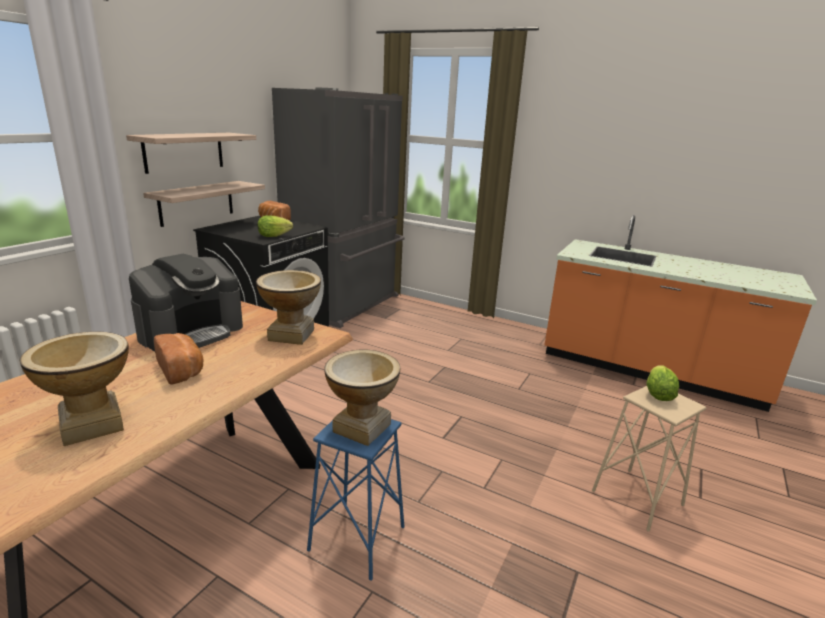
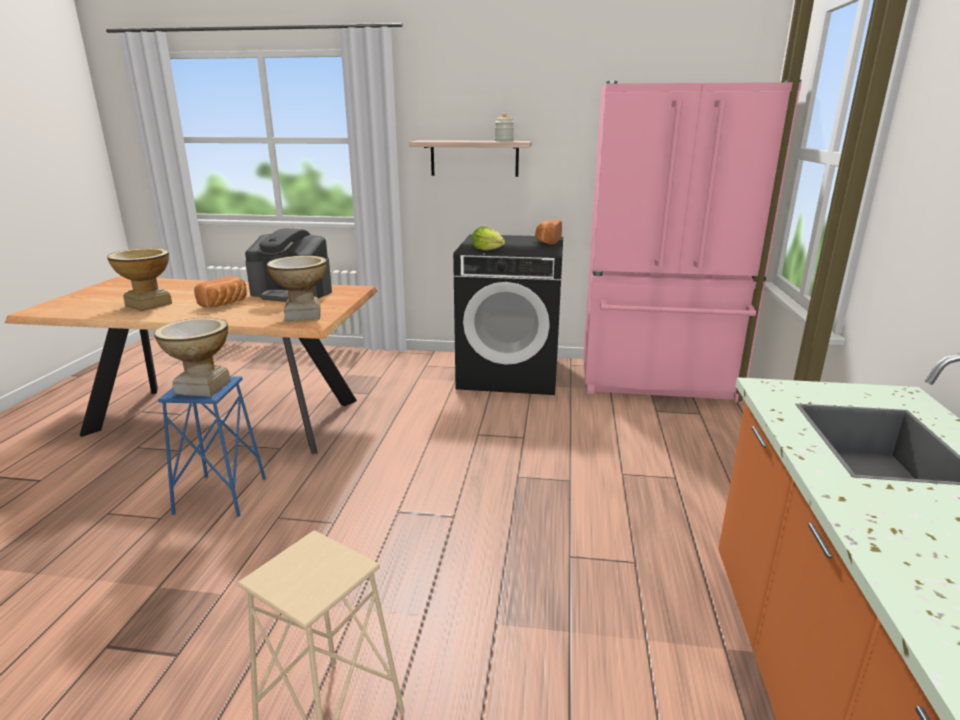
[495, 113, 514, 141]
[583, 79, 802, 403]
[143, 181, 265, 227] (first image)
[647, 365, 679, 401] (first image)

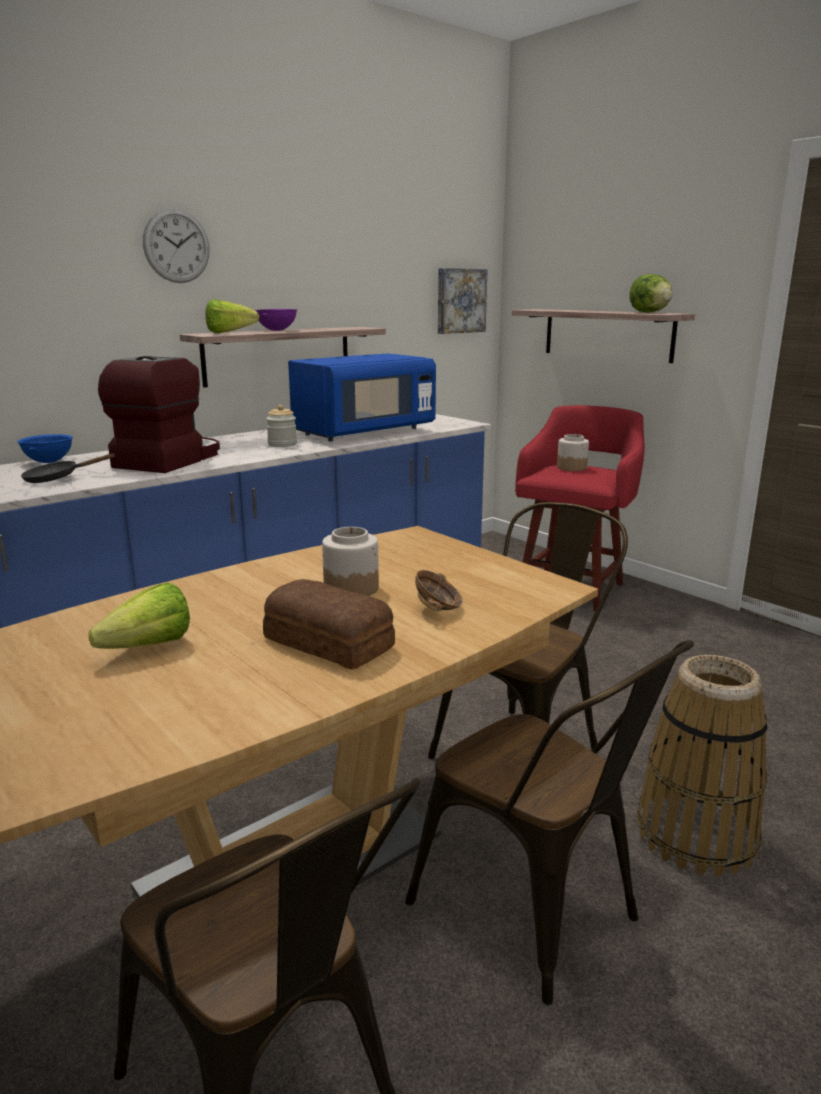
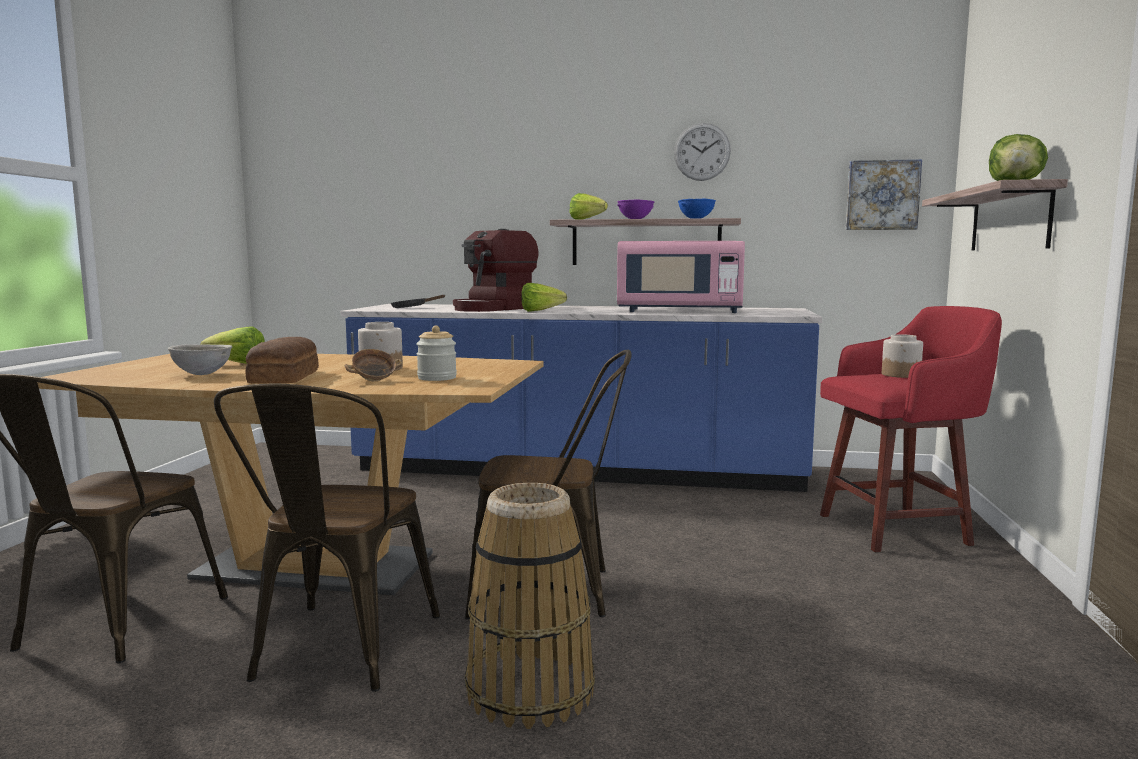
[168, 344, 232, 375]
[416, 326, 457, 381]
[453, 229, 539, 312]
[521, 283, 567, 312]
[617, 241, 745, 313]
[674, 123, 731, 181]
[678, 199, 716, 219]

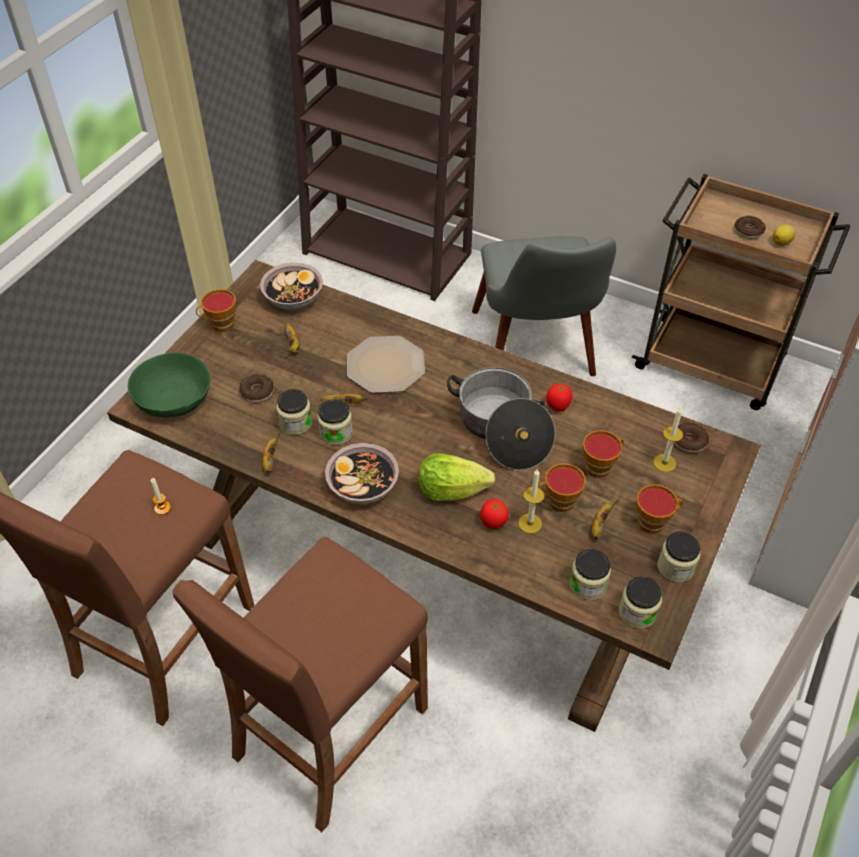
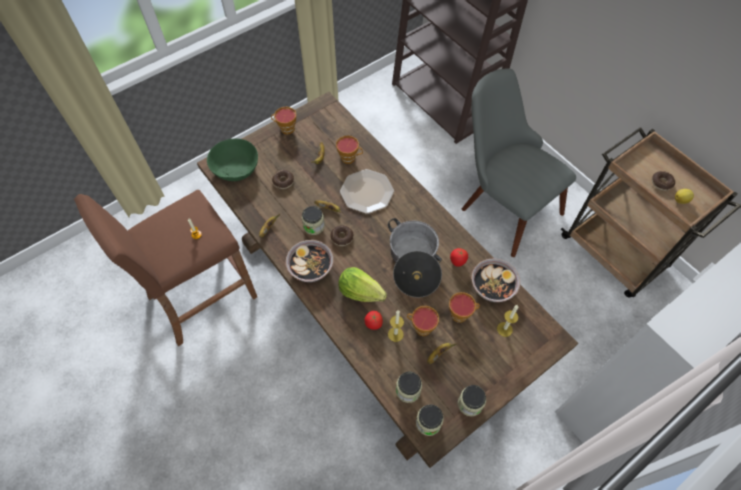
[330, 225, 354, 246]
[336, 136, 363, 164]
[462, 68, 576, 257]
[471, 258, 520, 302]
[173, 537, 428, 832] (first image)
[276, 389, 312, 435] (first image)

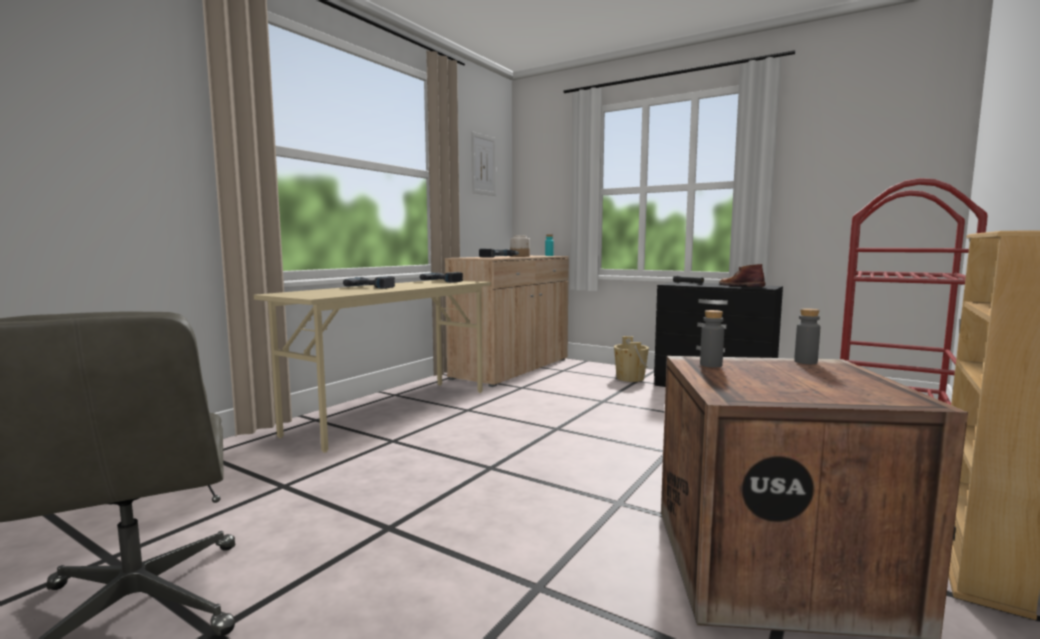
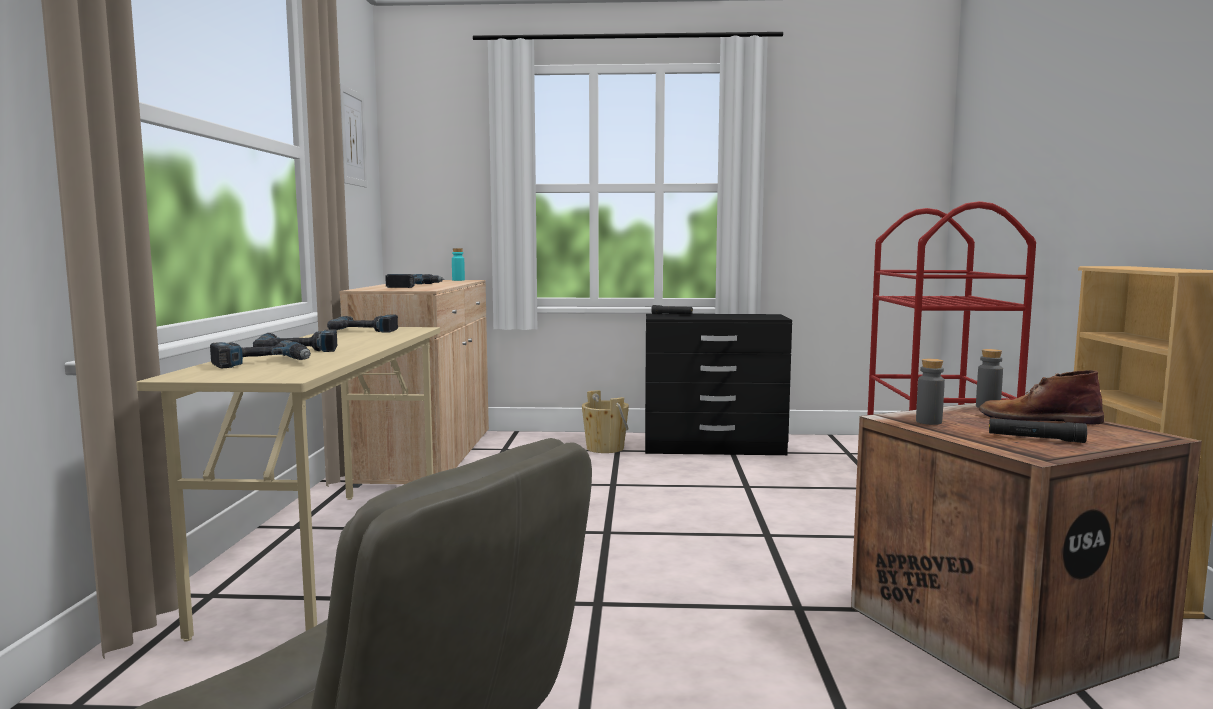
[210, 340, 311, 368]
[979, 370, 1104, 424]
[989, 418, 1087, 443]
[510, 235, 530, 257] (first image)

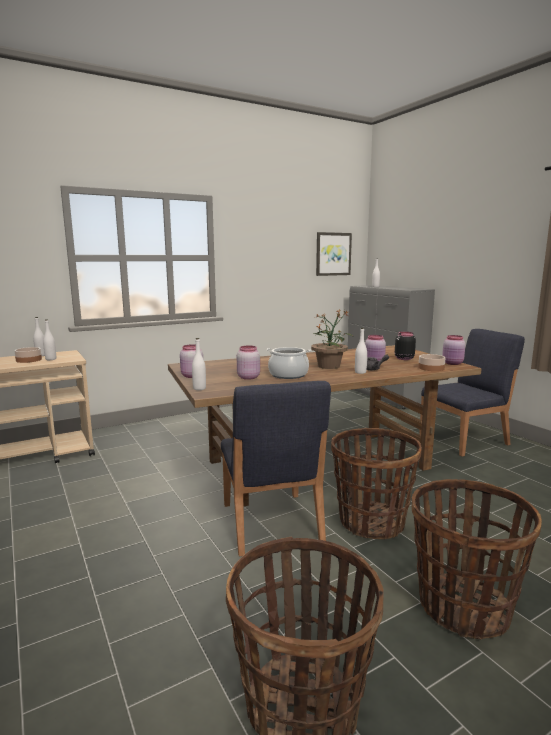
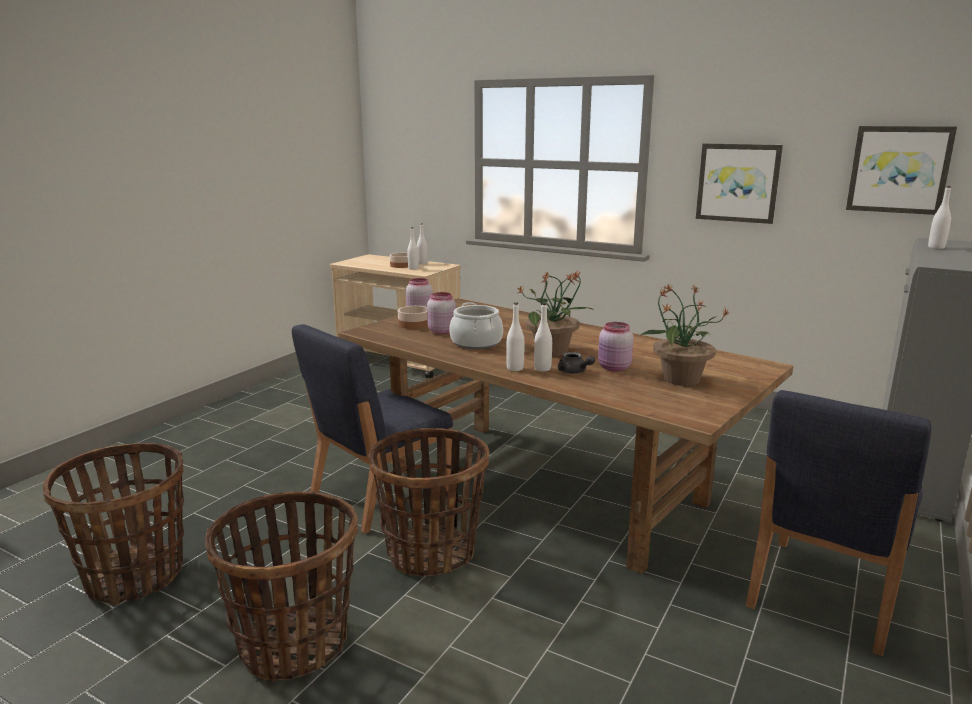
[398, 306, 428, 329]
[506, 303, 525, 371]
[639, 283, 730, 386]
[696, 144, 783, 224]
[746, 390, 931, 656]
[442, 335, 465, 365] (first image)

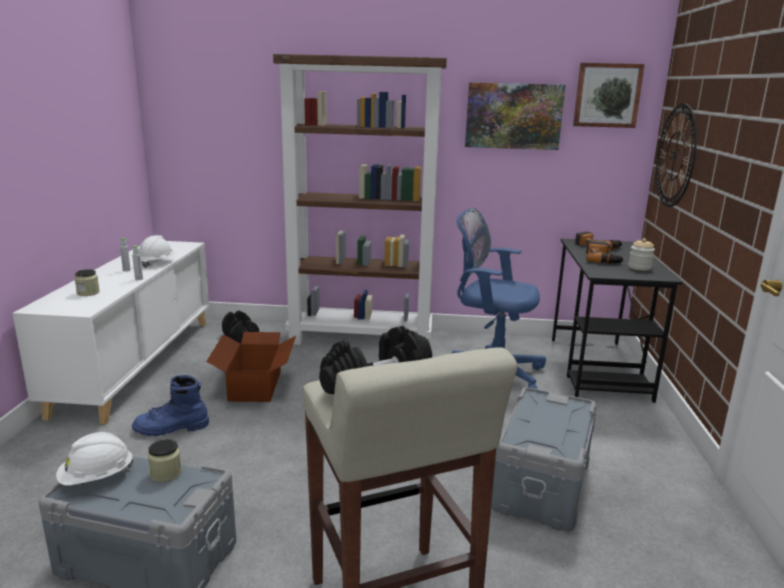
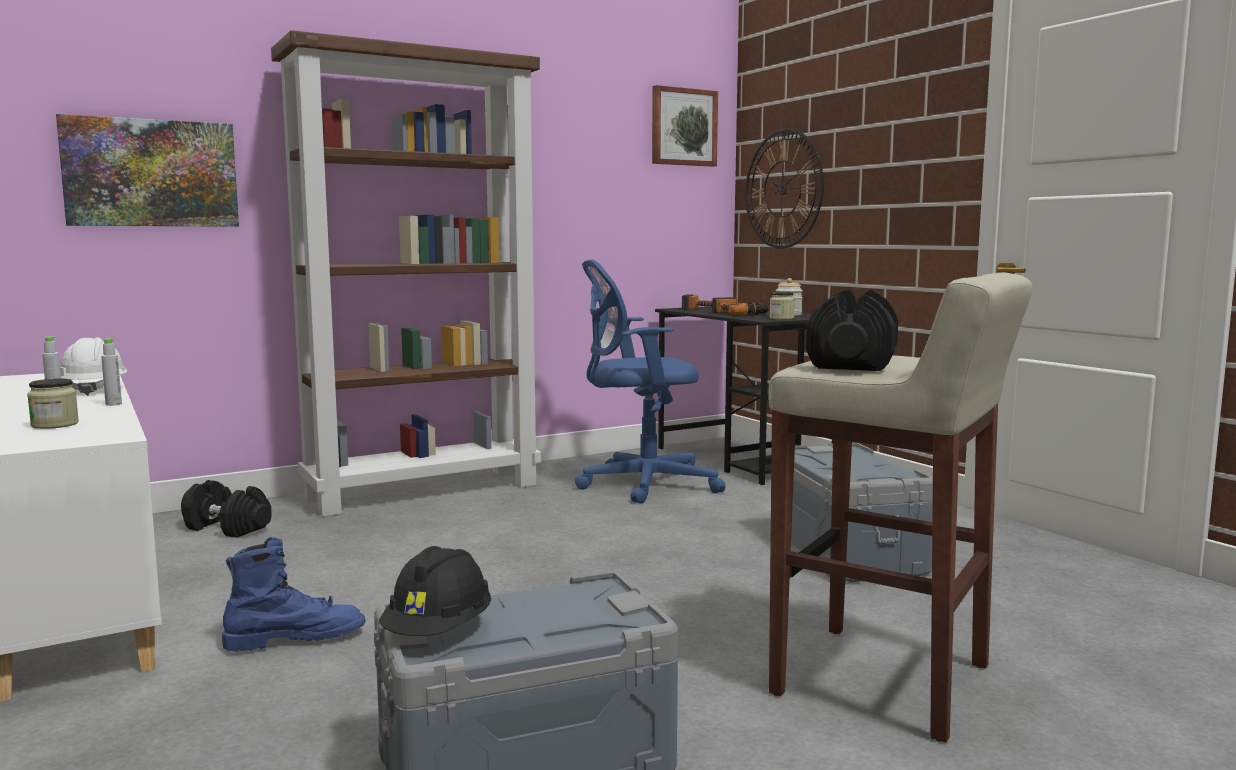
[56, 114, 239, 227]
[222, 537, 366, 652]
[379, 546, 491, 636]
[770, 292, 795, 320]
[206, 332, 296, 402] (first image)

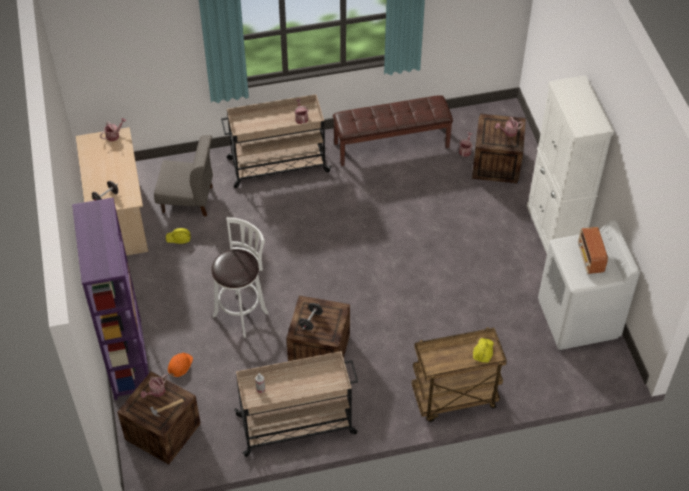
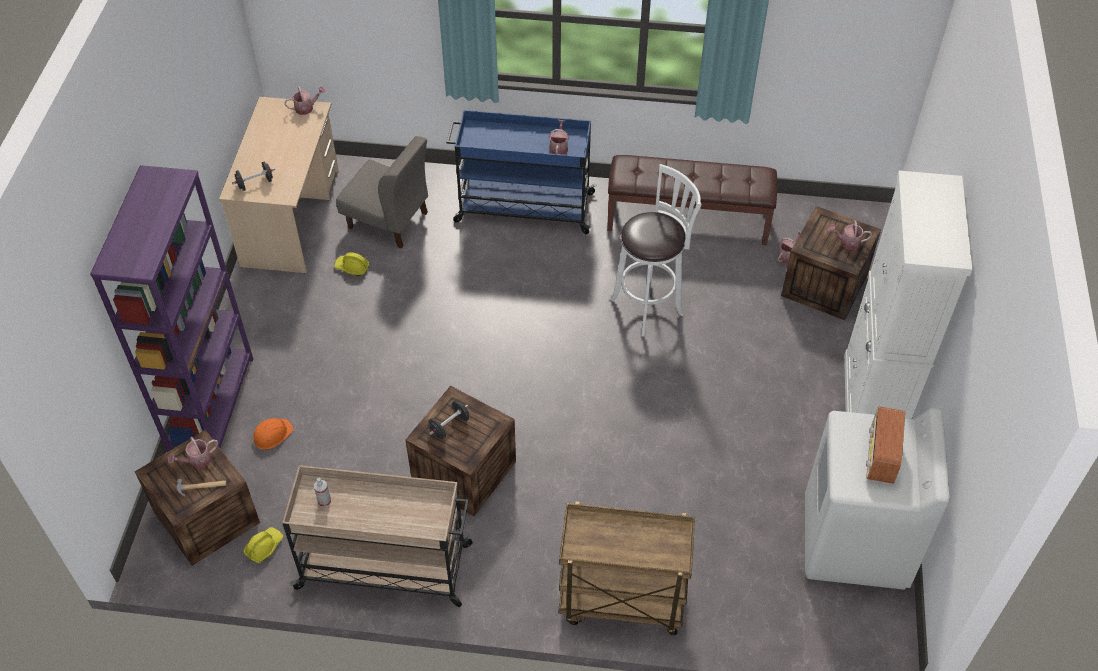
[244, 527, 283, 563]
[447, 110, 597, 234]
[610, 164, 702, 336]

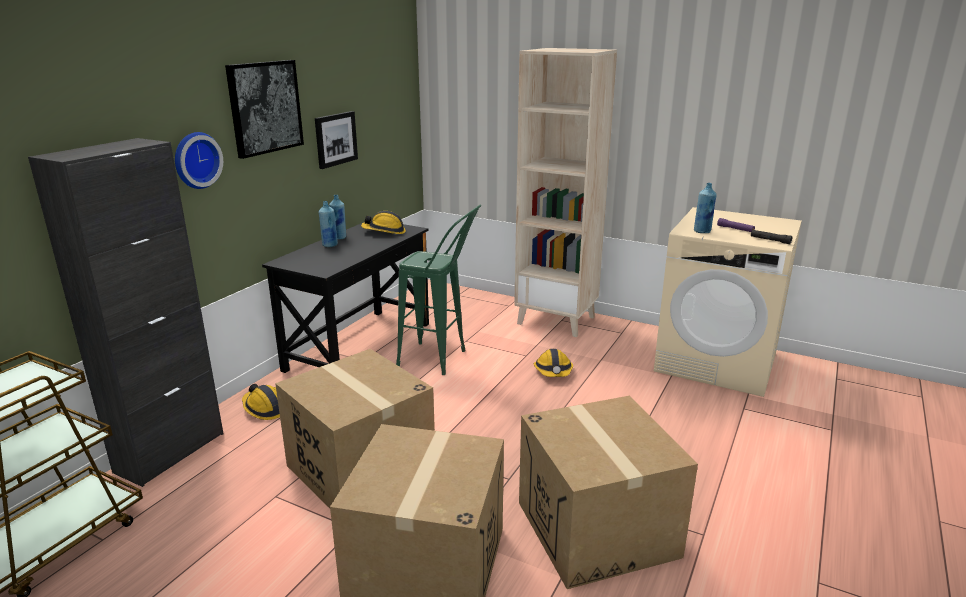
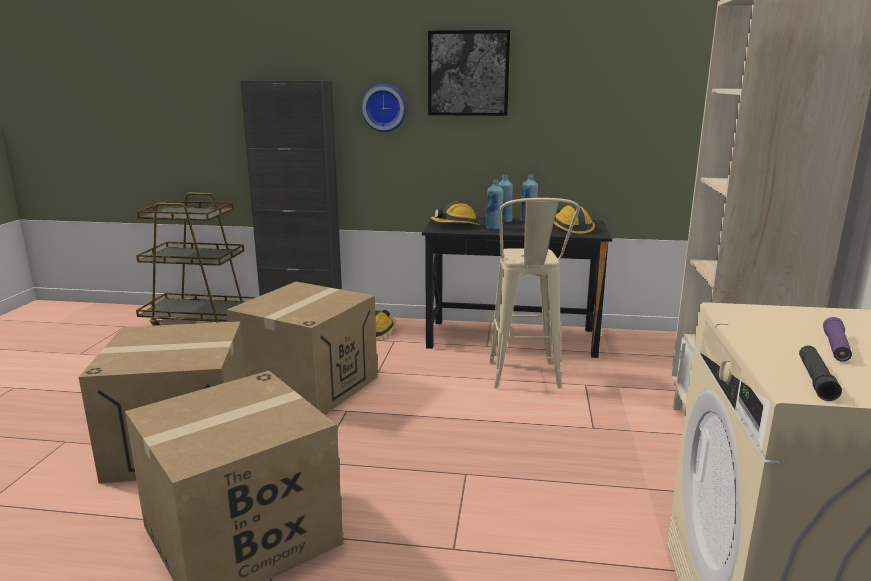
[431, 202, 479, 225]
[485, 179, 504, 230]
[489, 198, 580, 389]
[315, 111, 358, 169] (first image)

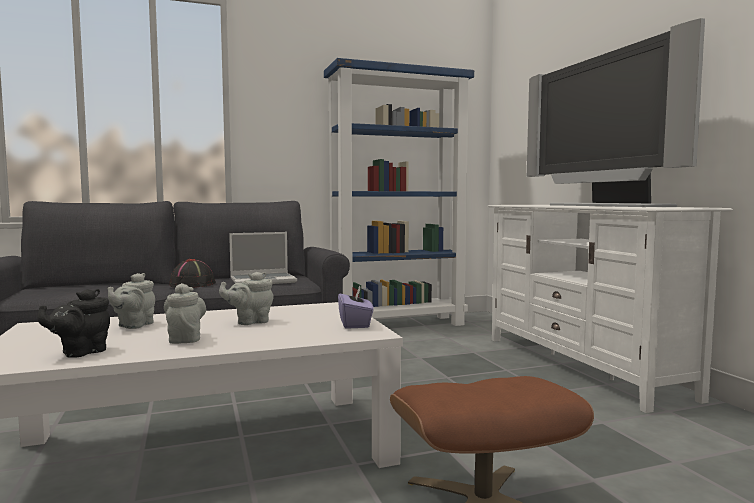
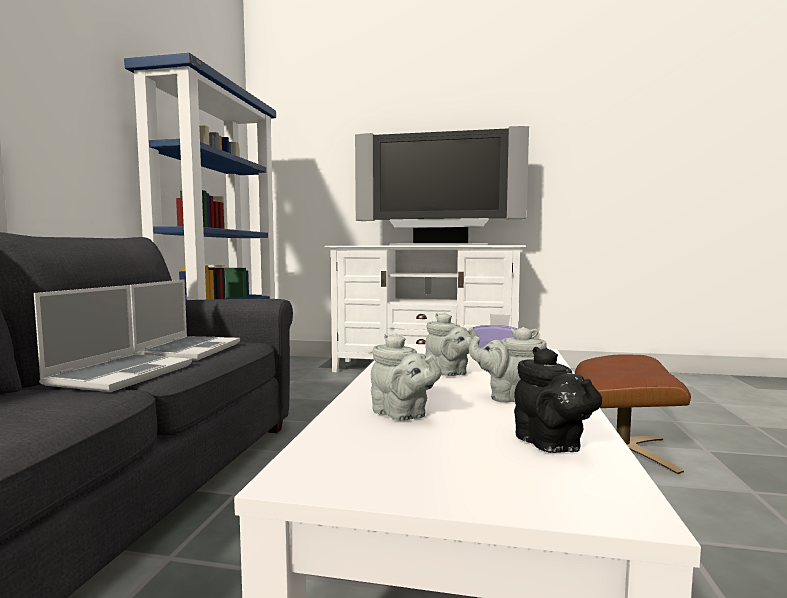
[34, 285, 192, 392]
[425, 312, 480, 376]

